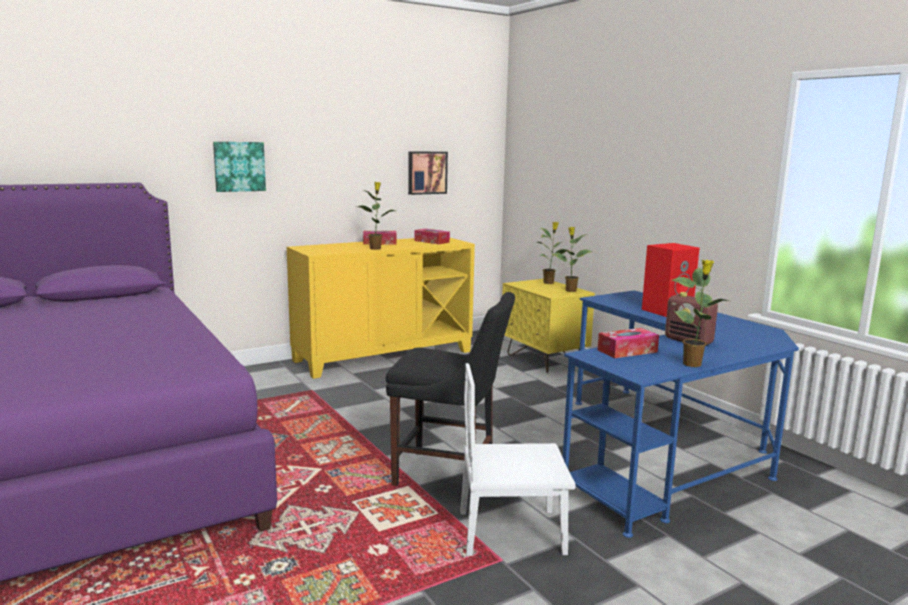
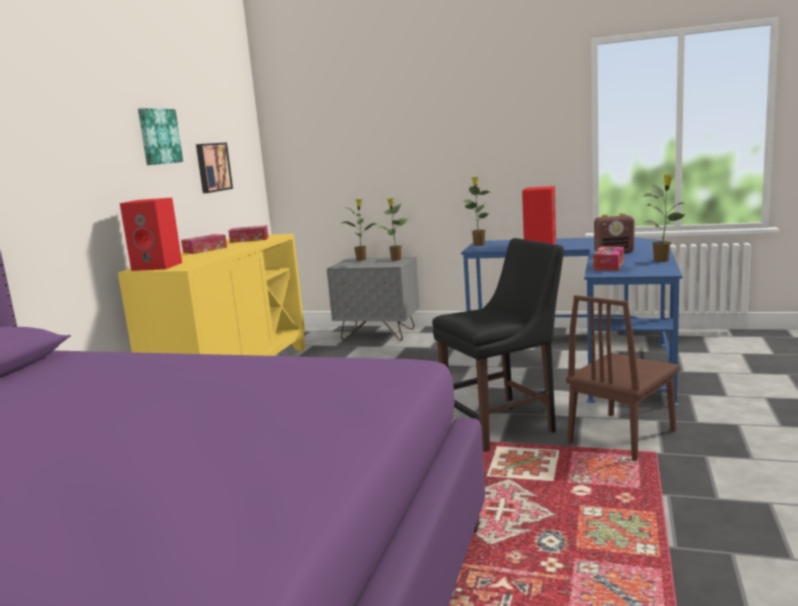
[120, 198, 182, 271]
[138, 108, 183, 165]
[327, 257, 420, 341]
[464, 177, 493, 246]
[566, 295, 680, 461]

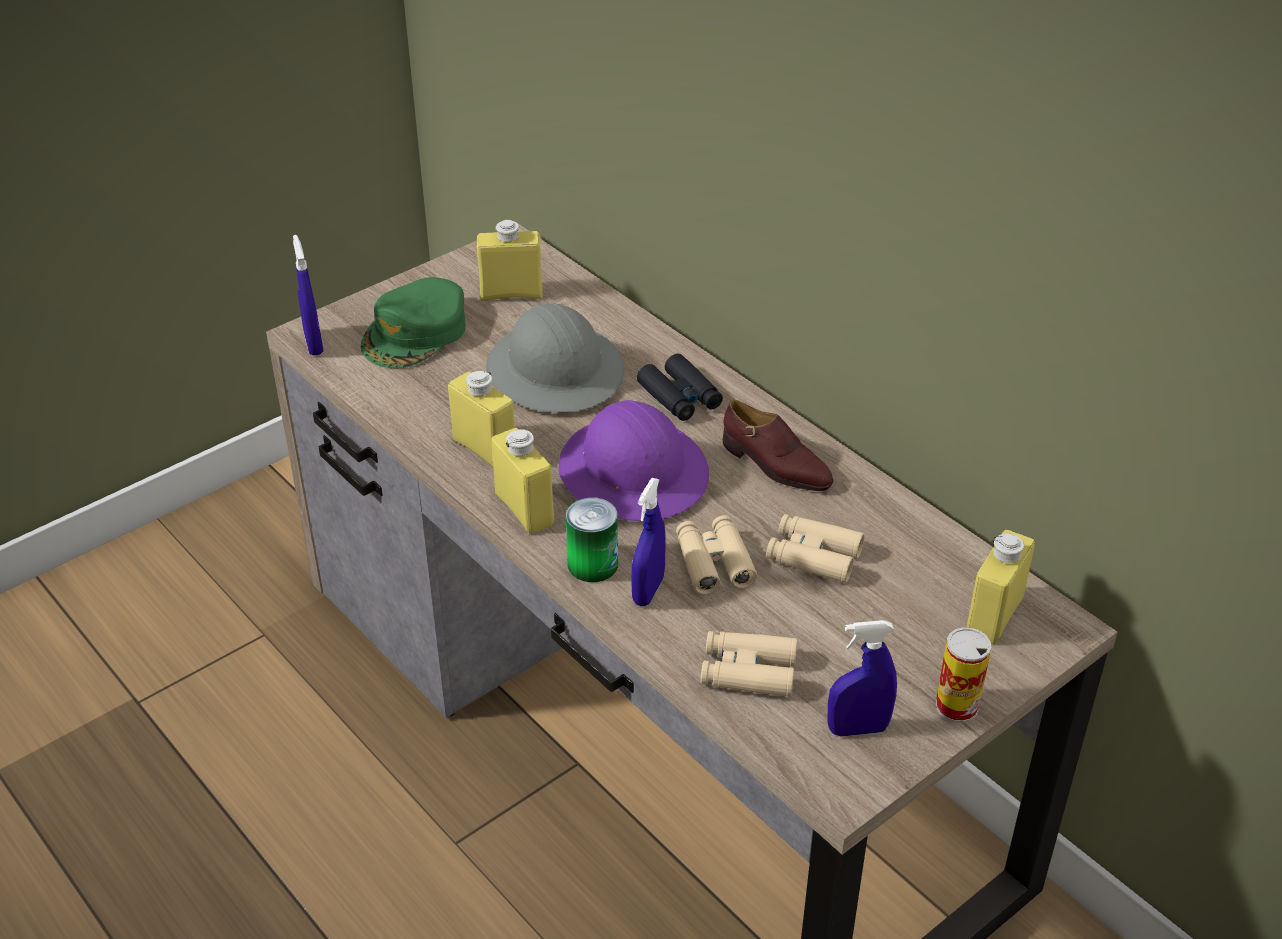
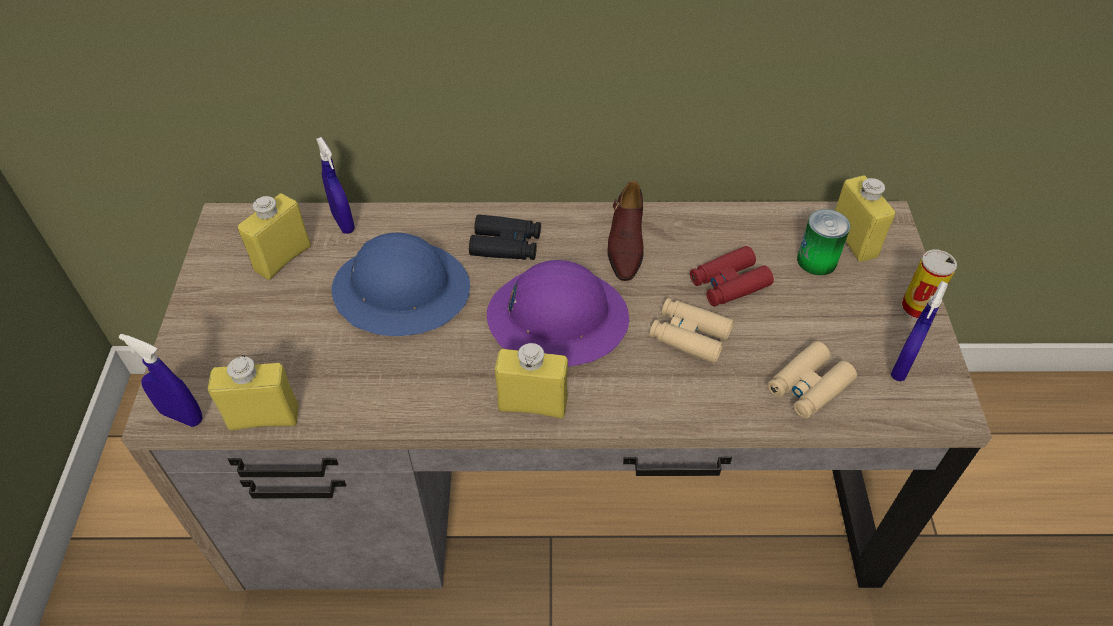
[208, 355, 299, 431]
[316, 137, 355, 234]
[332, 233, 470, 336]
[607, 181, 643, 281]
[690, 246, 774, 307]
[797, 209, 850, 276]
[361, 277, 466, 369] (first image)

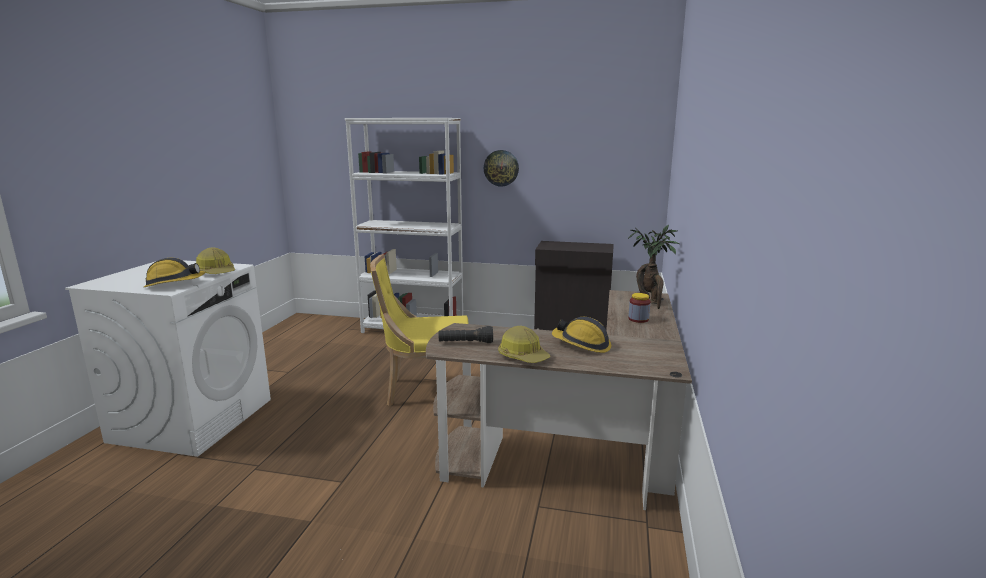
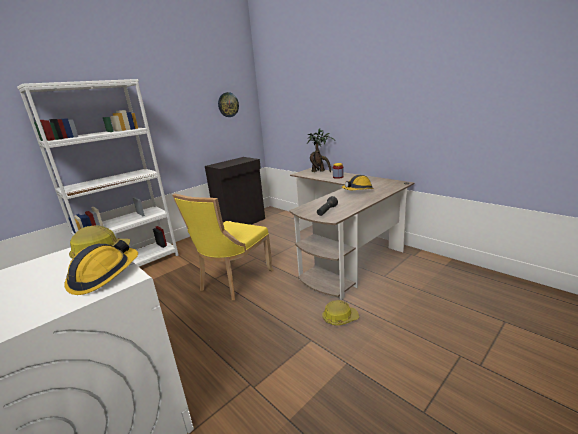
[218, 92, 239, 117]
[322, 300, 359, 326]

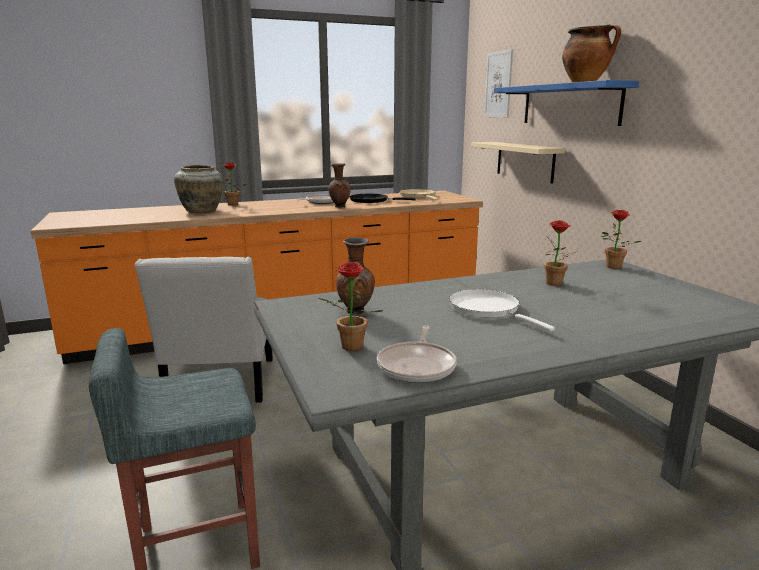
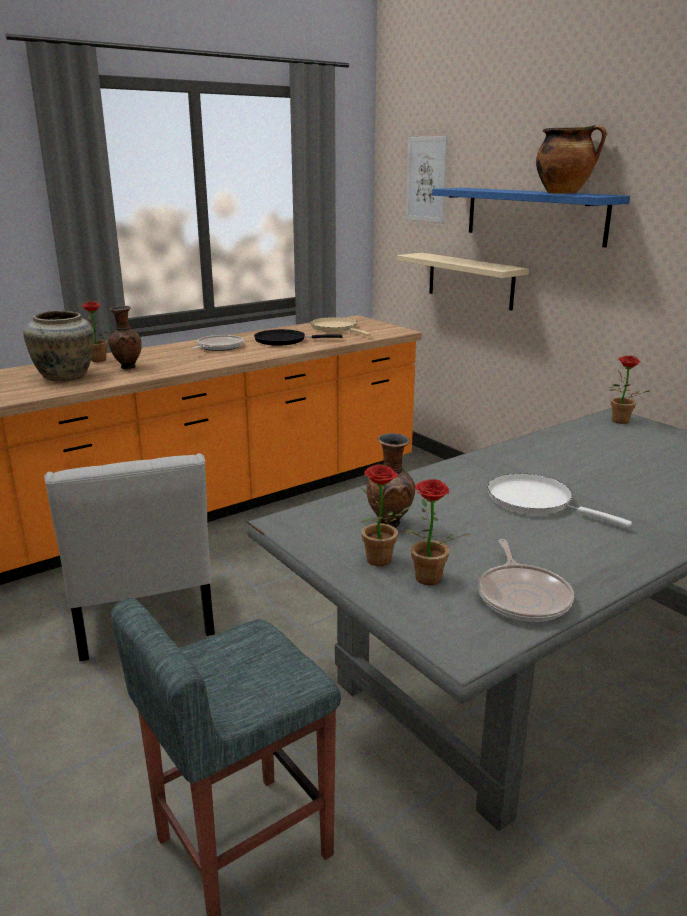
[109, 306, 142, 369]
[361, 464, 411, 566]

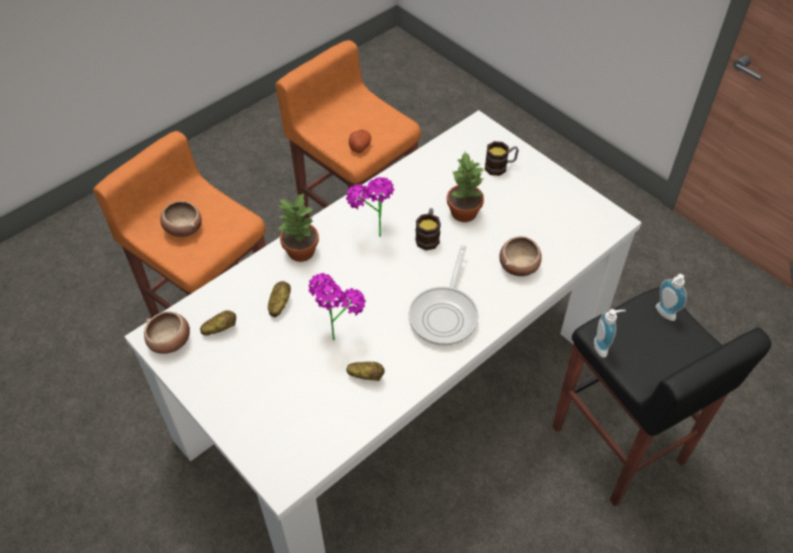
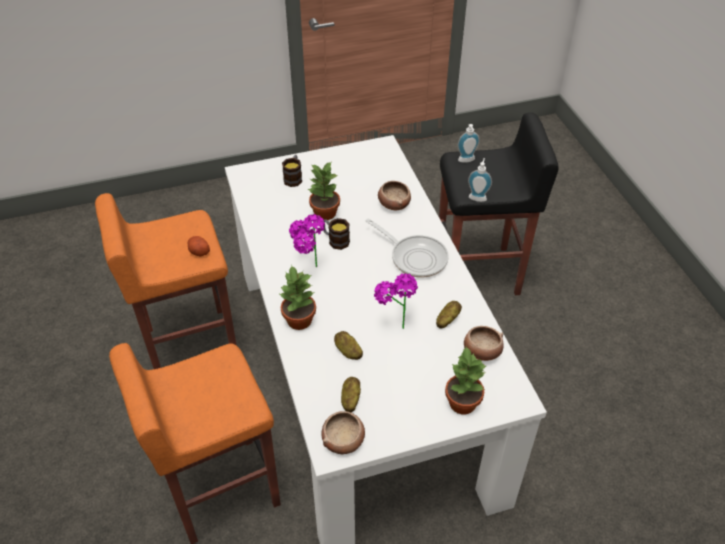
[445, 347, 486, 414]
[464, 326, 504, 361]

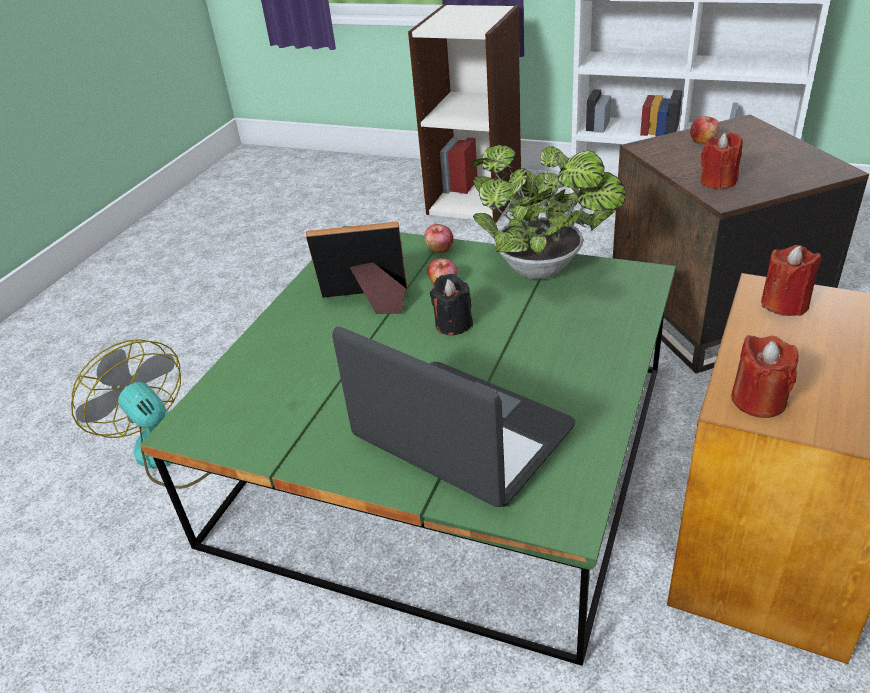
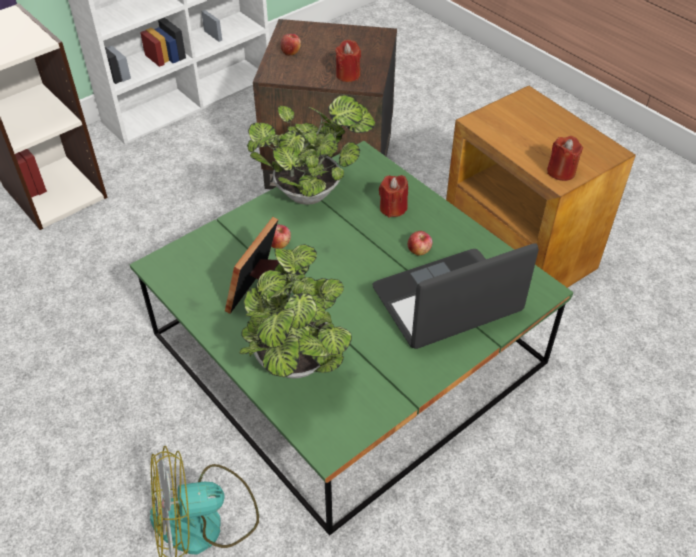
[239, 244, 352, 379]
[379, 175, 408, 218]
[408, 231, 432, 256]
[430, 274, 473, 336] (first image)

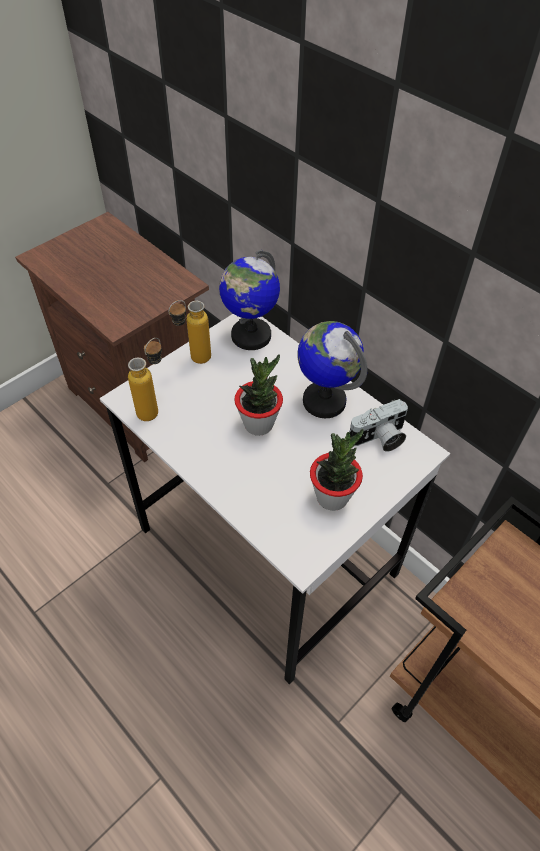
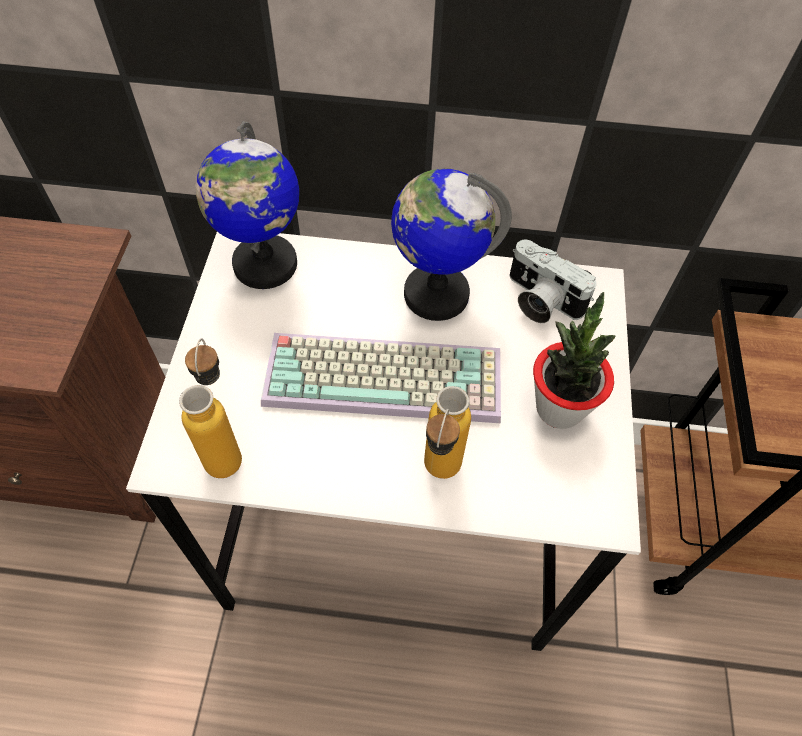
[261, 333, 501, 423]
[424, 386, 471, 479]
[510, 240, 597, 323]

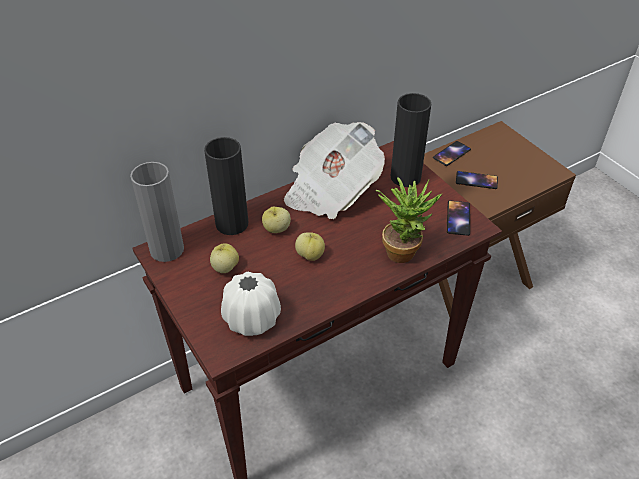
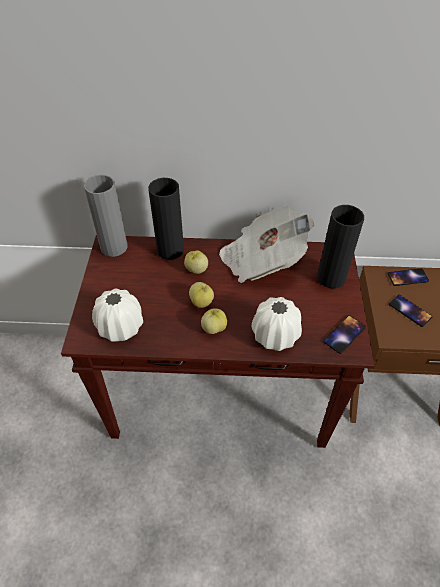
[201, 309, 227, 334]
[252, 297, 302, 351]

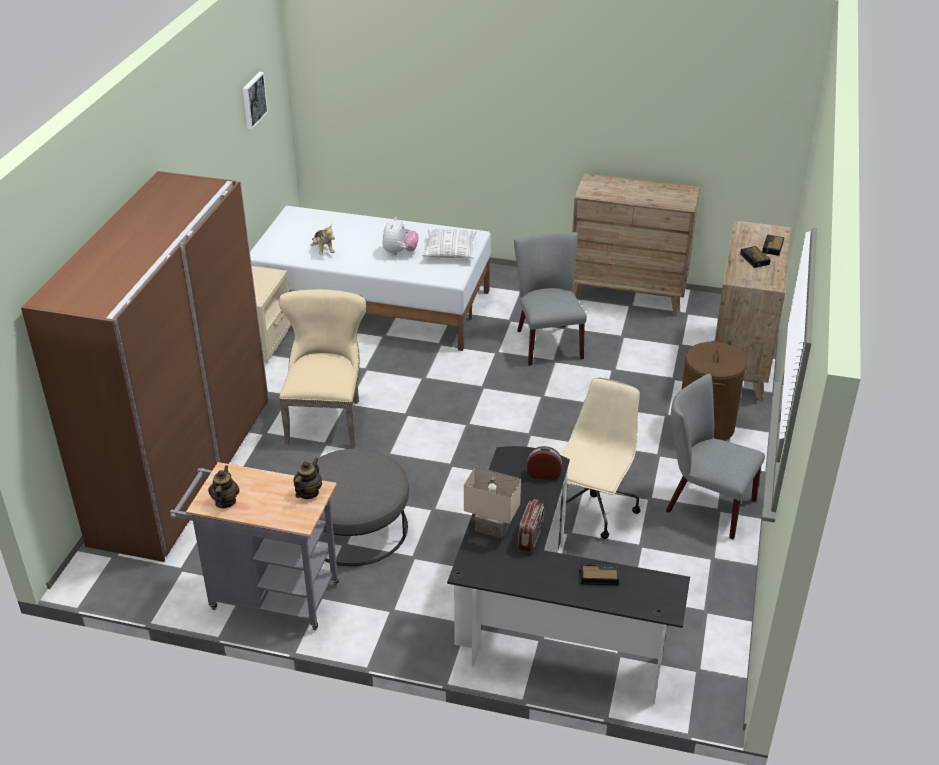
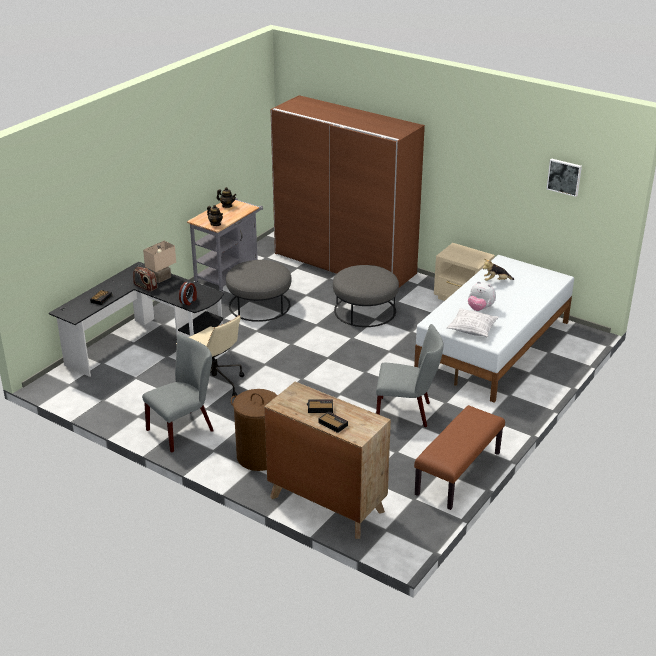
[333, 265, 399, 327]
[414, 405, 505, 510]

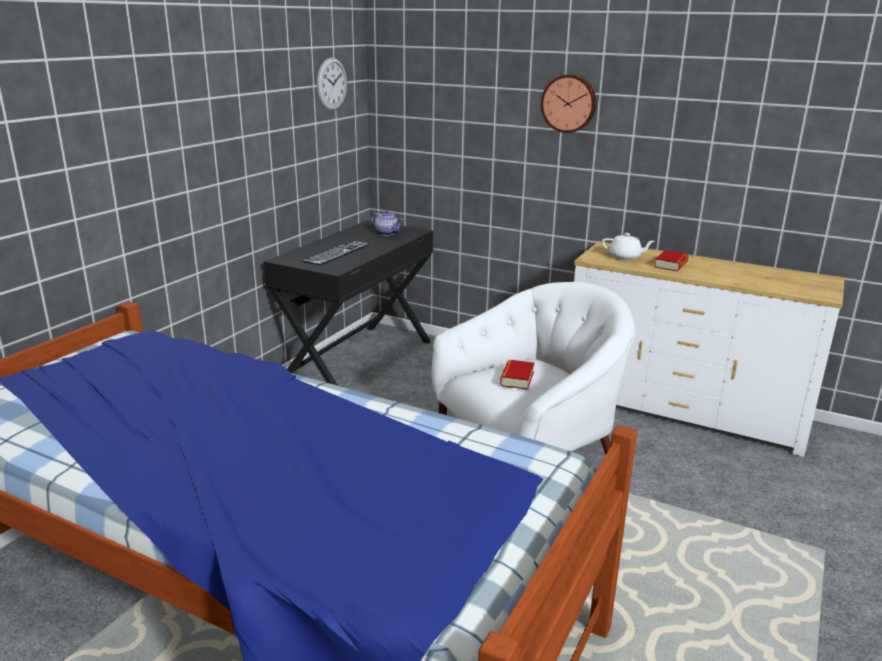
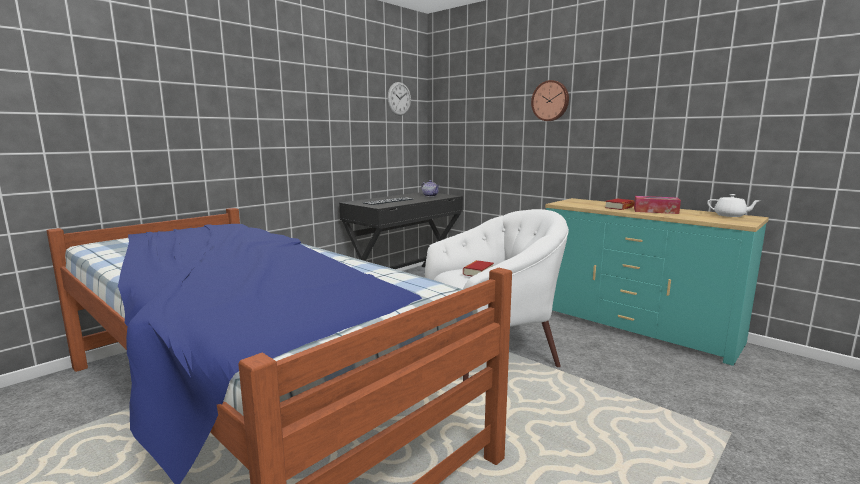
[545, 198, 769, 366]
[634, 196, 681, 214]
[707, 194, 761, 217]

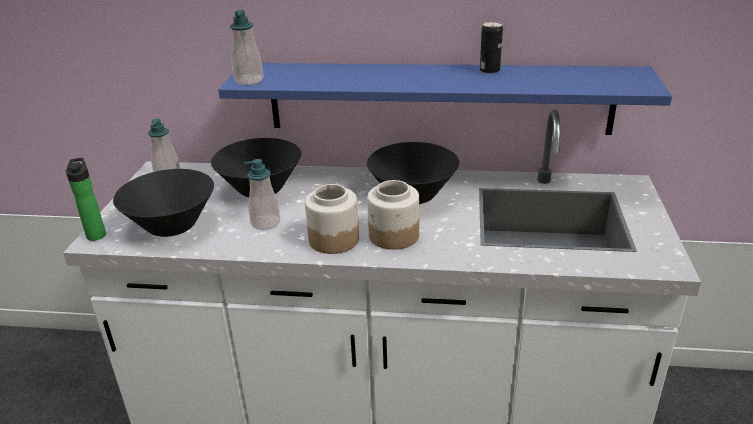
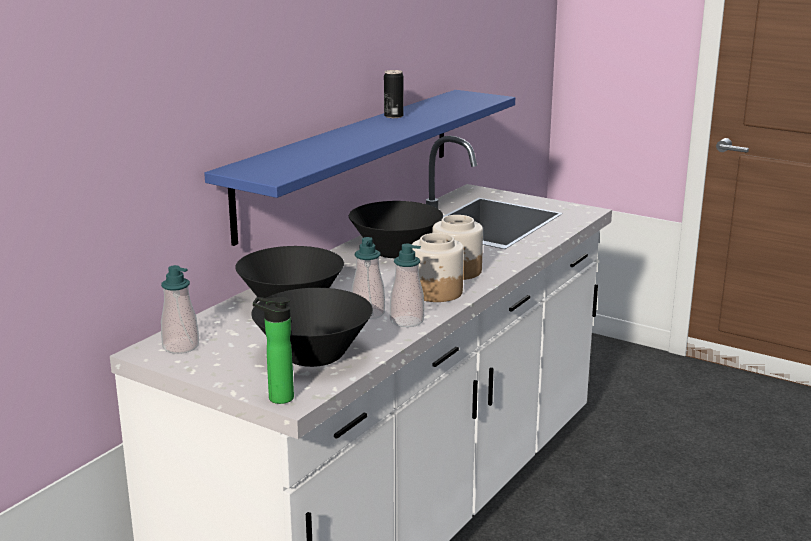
[390, 243, 424, 327]

